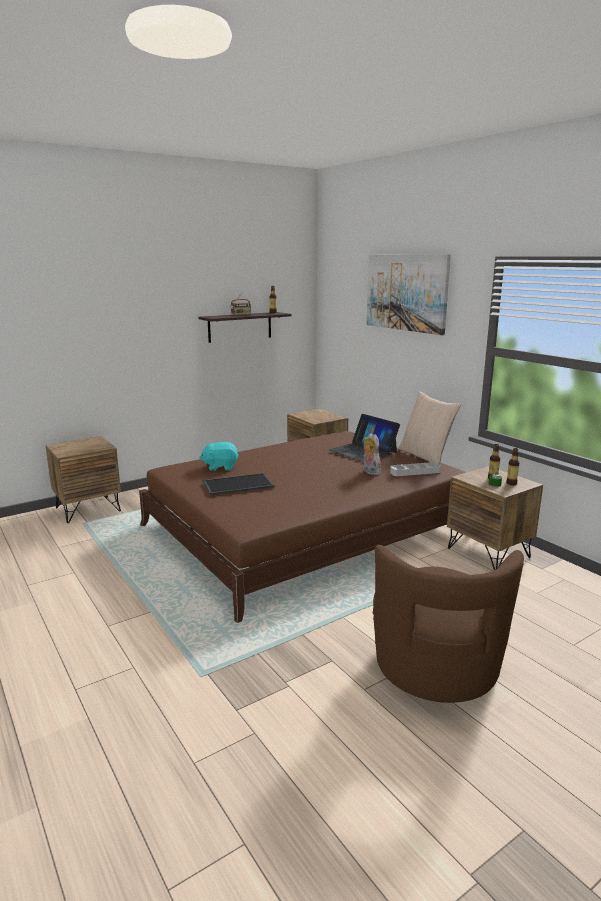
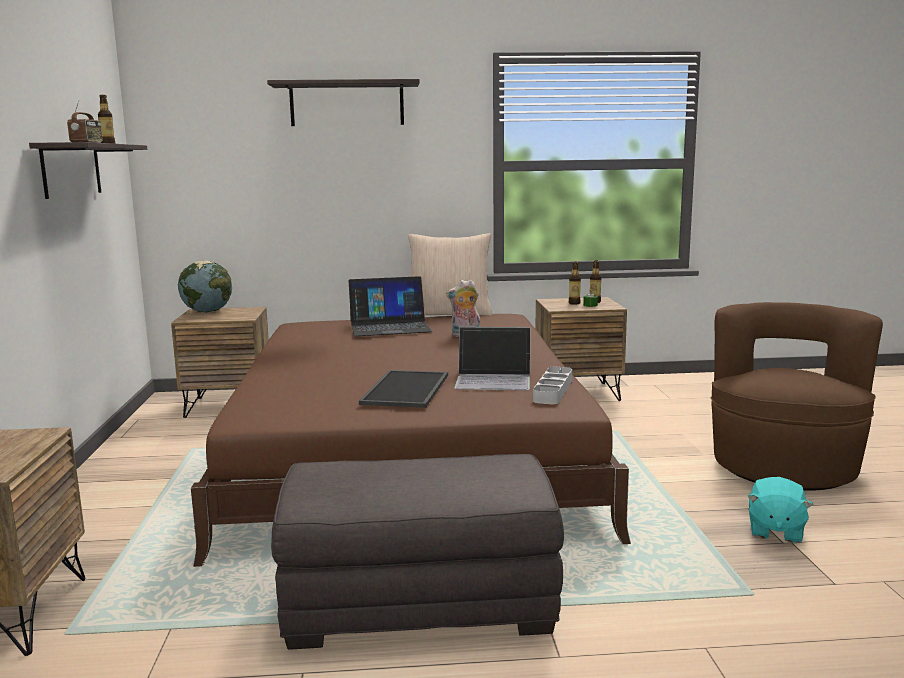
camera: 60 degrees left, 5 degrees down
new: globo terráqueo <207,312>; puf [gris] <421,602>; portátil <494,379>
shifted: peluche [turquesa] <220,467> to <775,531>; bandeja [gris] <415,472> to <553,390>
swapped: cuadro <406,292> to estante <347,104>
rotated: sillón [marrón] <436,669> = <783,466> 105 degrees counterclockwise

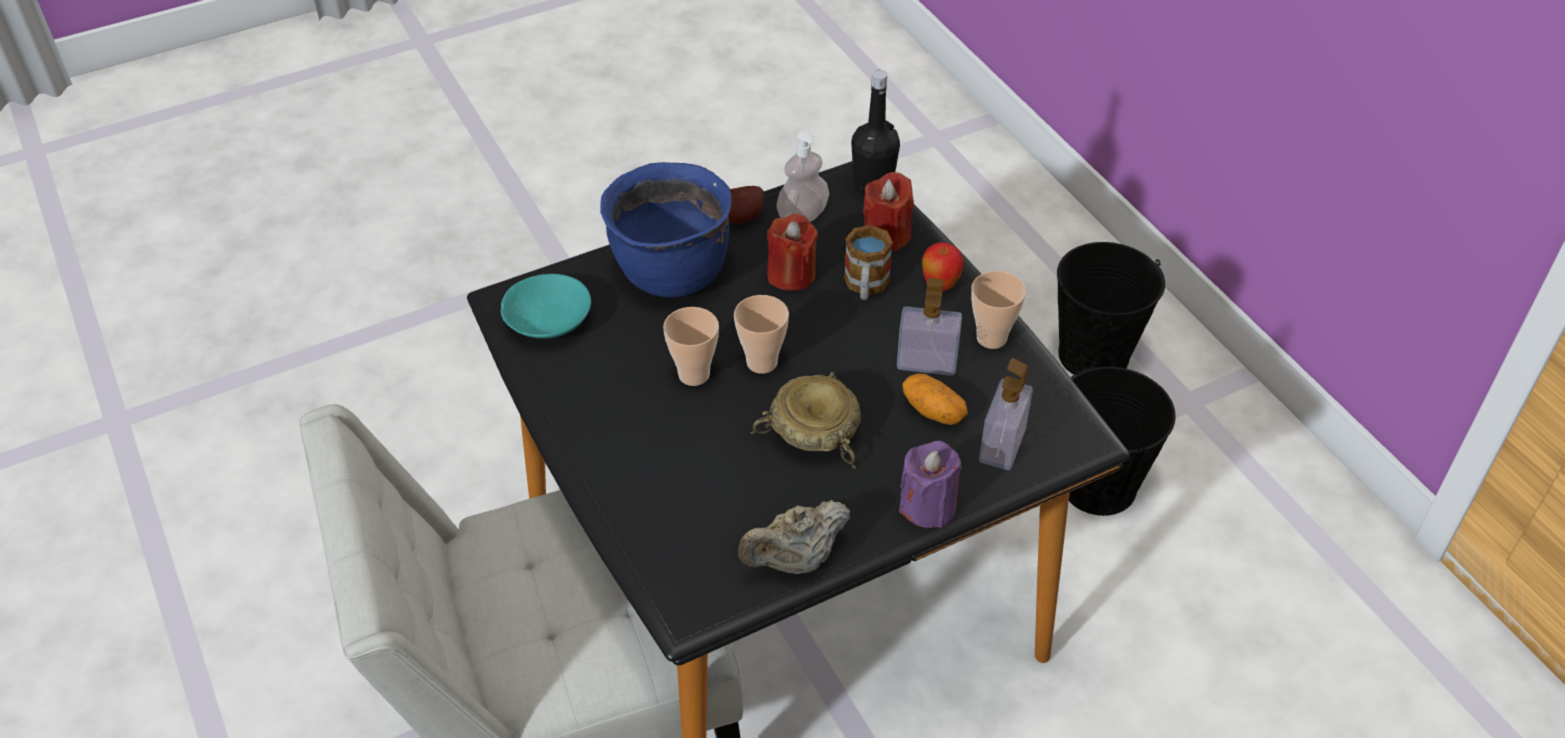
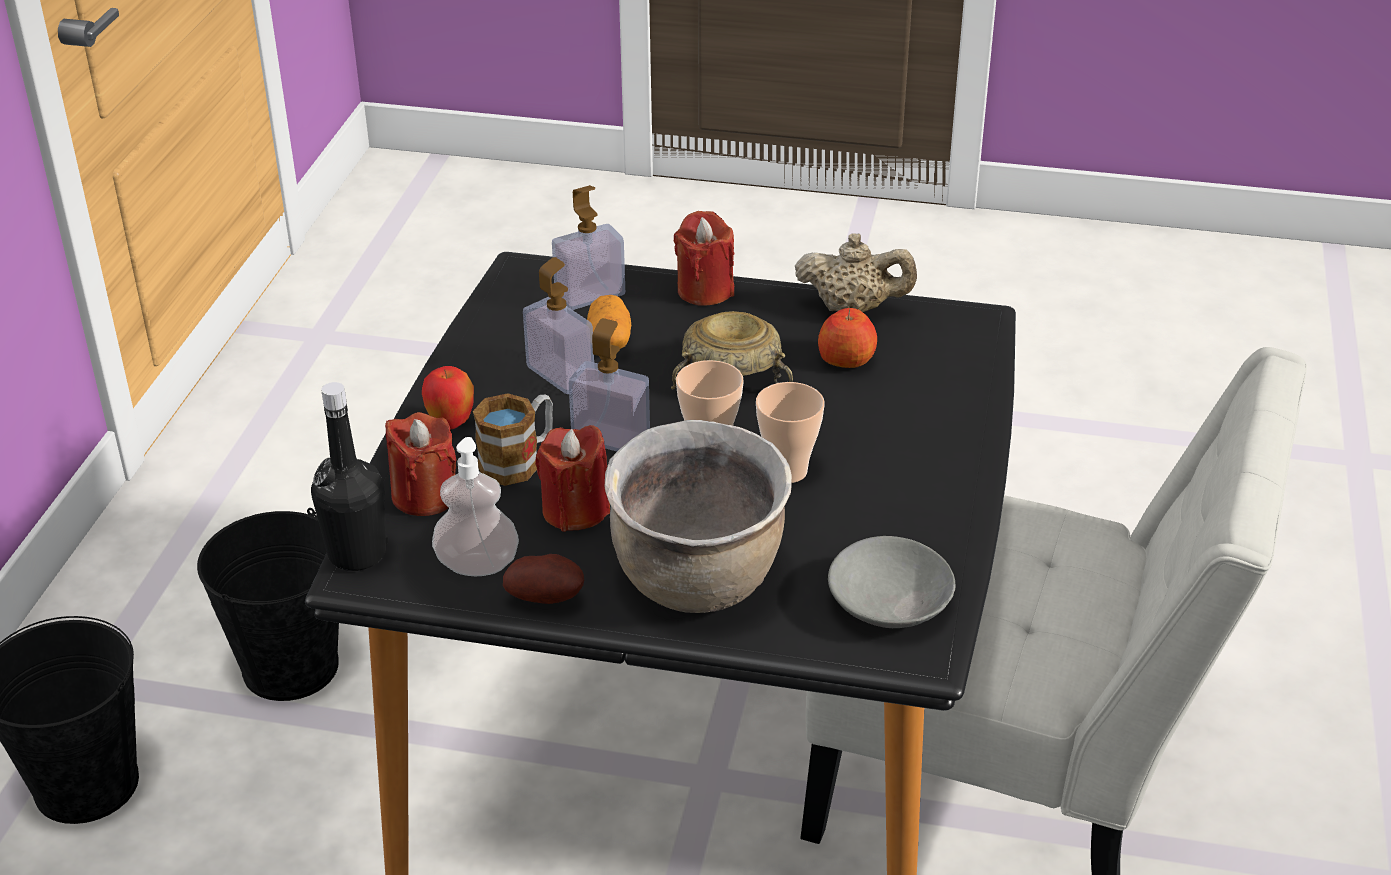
camera: 140 degrees left, 10 degrees down
gone: taza <991,338>
new: dispensador de jabón <611,438>; manzana <846,359>
repainted: cuenco [turquesa] <547,319> to cuenco [gris] <890,604>; olla [azul] <670,272> to olla [marrón] <699,582>; vela [morado] <928,506> to vela [rojo] <705,290>

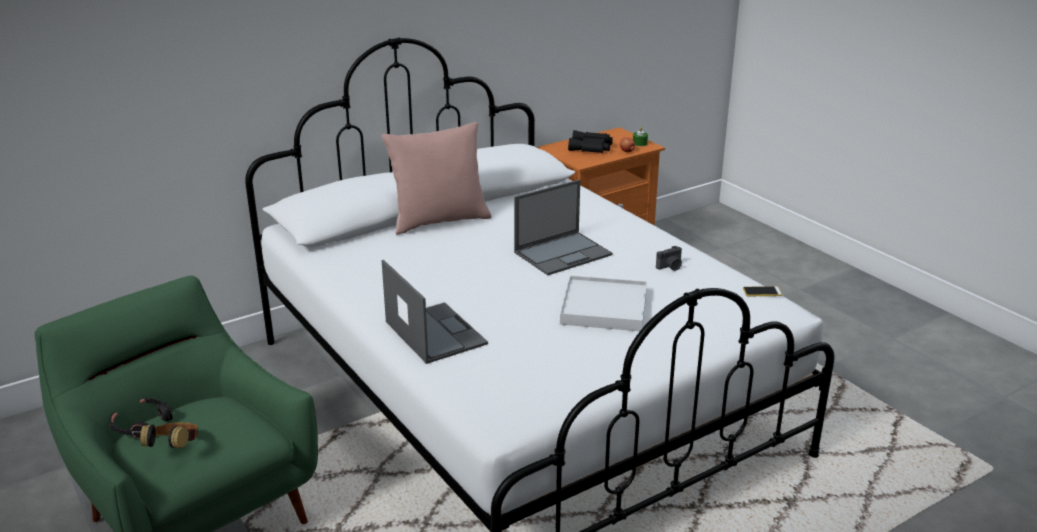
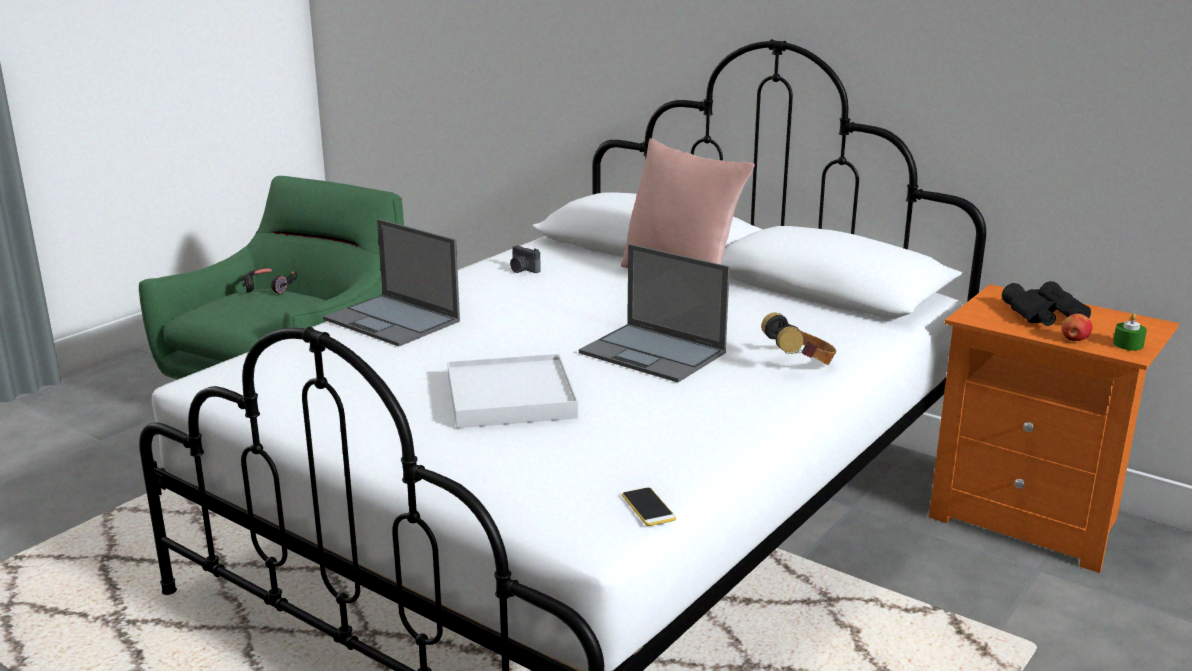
camera: 70 degrees right, 5 degrees down
shifted: auriculares <175,450> to <800,364>; cámara <670,267> to <523,270>
rotated: portátil <434,332> = <393,321> 90 degrees clockwise

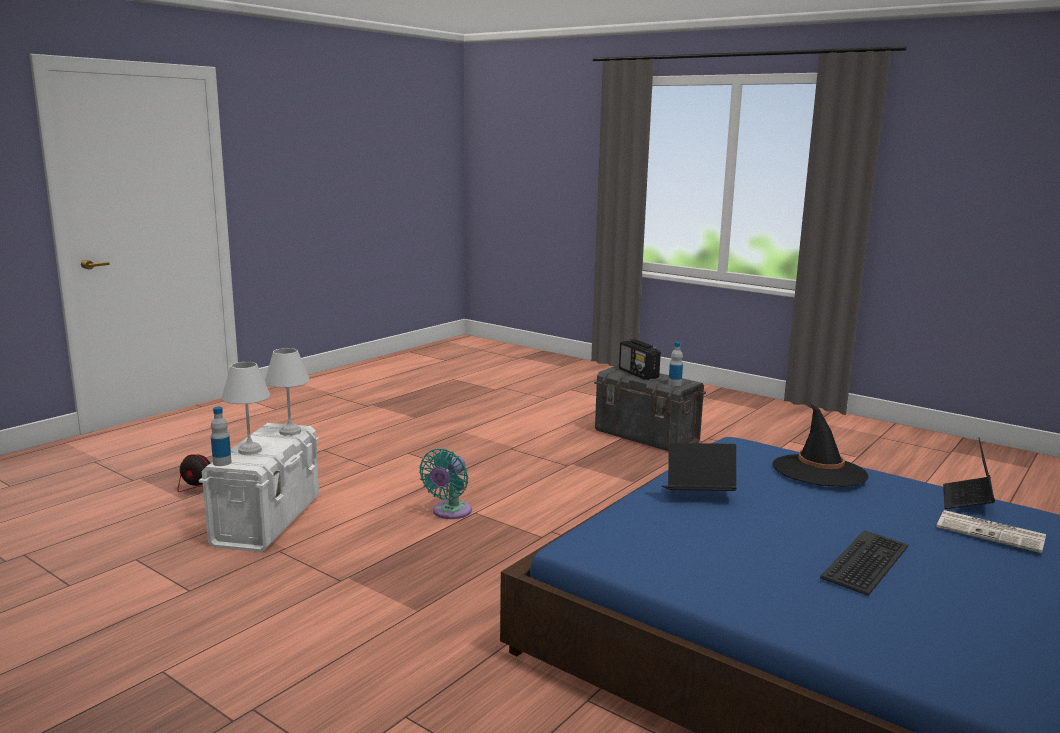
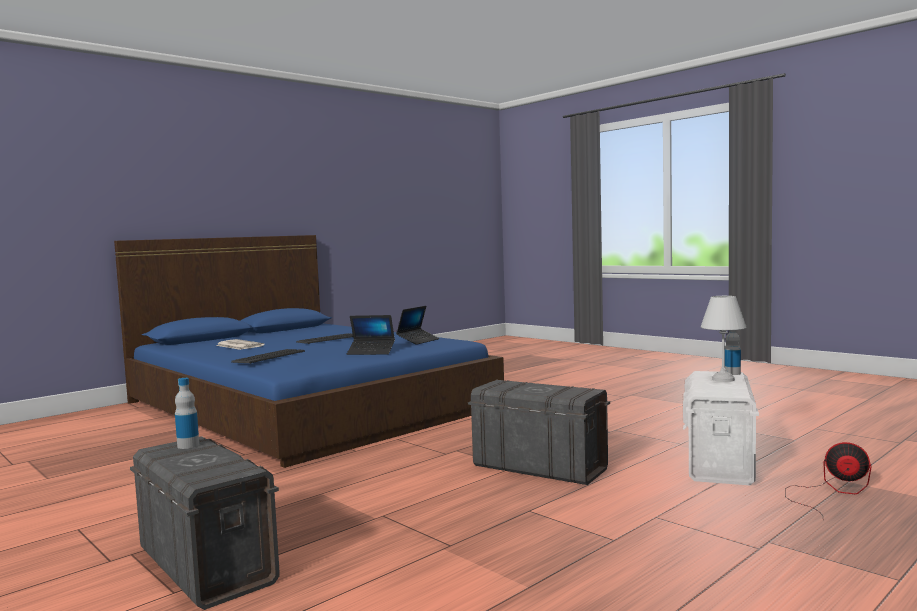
camera: 170 degrees left, 10 degrees down
gone: lámpara de mesa [blanco] <291,431>; radio <638,374>
shifted: portátil <966,500> to <418,341>
swapped: ventilador [turquesa] <449,512> to caja de almacenaje [gris] <539,467>; sombrero [negro] <819,471> to teclado <268,357>

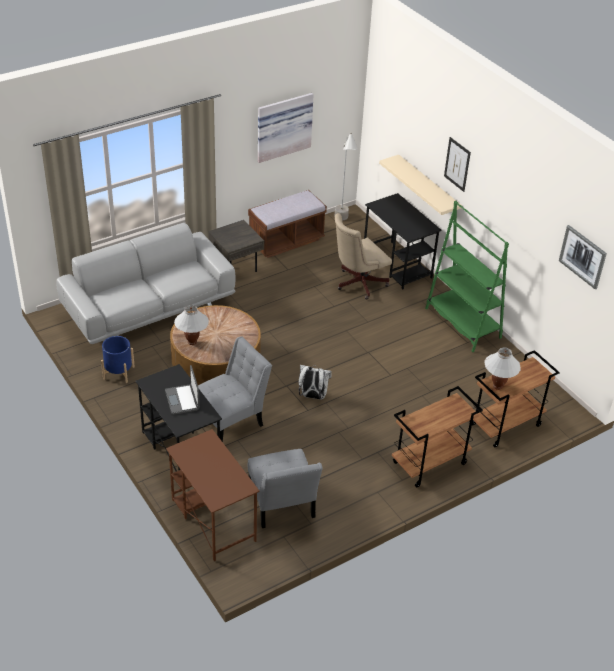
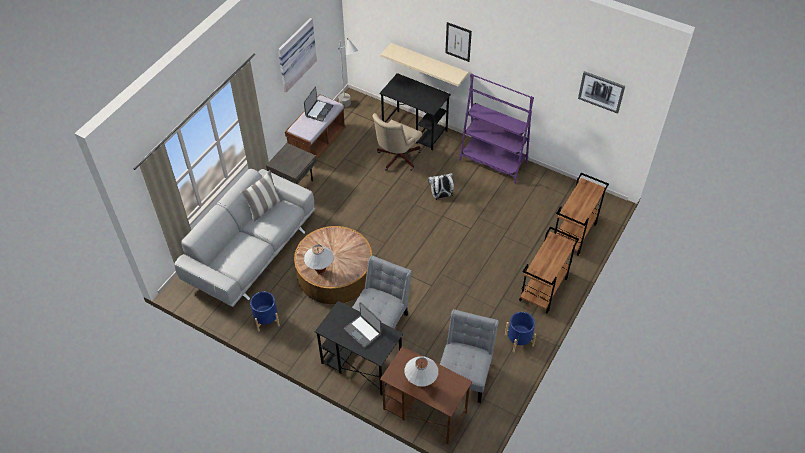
camera: 25 degrees left, 10 degrees up
new: cojín <264,208>; portátil <319,111>; maceta [azul] <519,340>
shifted: mochila [blanco] <312,396> to <441,196>; lámpara de mesa [blanco] <497,386> to <421,384>
repainted: estantería [verde] <462,323> to estantería [morado] <493,161>
rotated: silla [gris] <282,505> = <465,374> 120 degrees counterclockwise

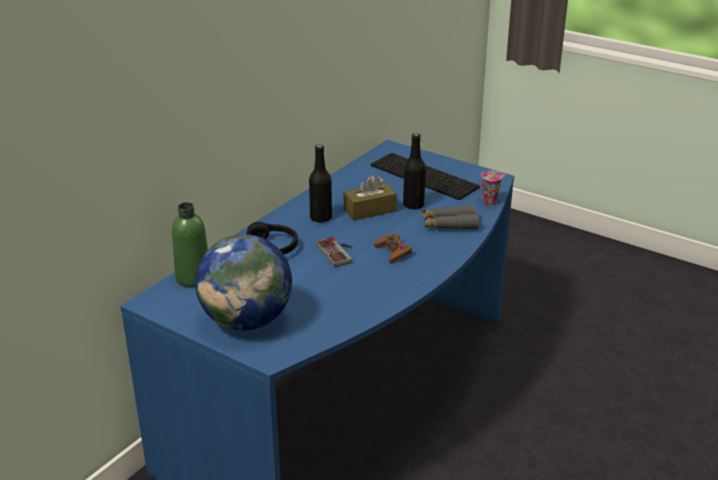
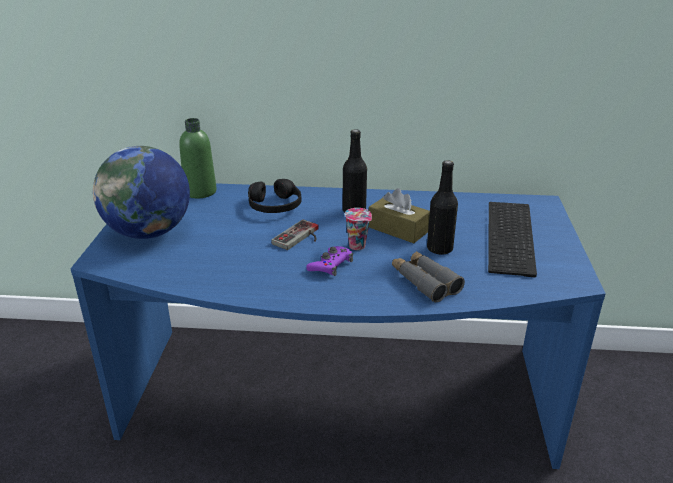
camera: 60 degrees right, 0 degrees up
shifted: taza <490,202> to <358,246>
repainted: mando de consola [marrón] <393,251> to mando de consola [morado] <330,265>

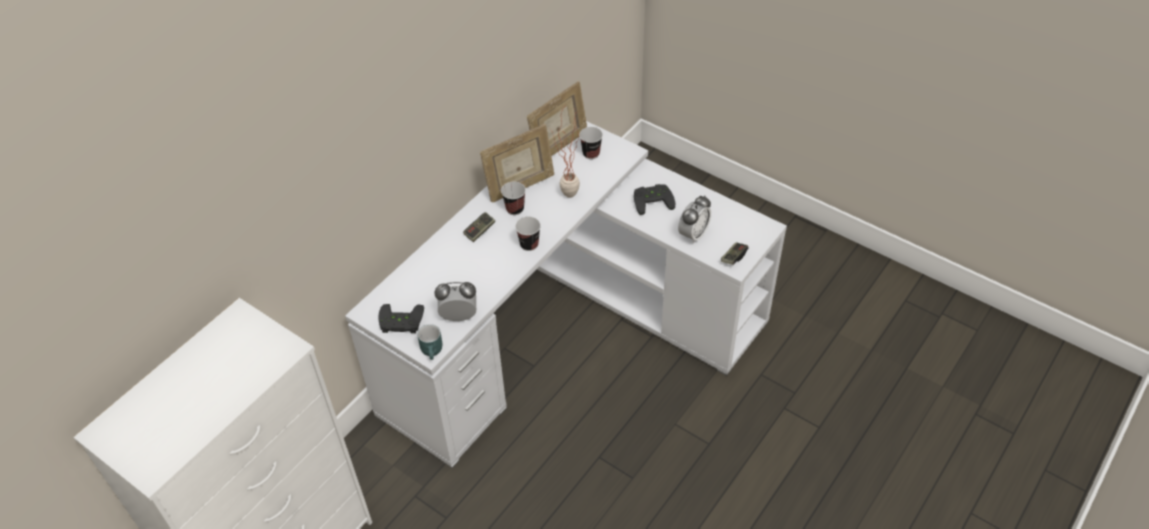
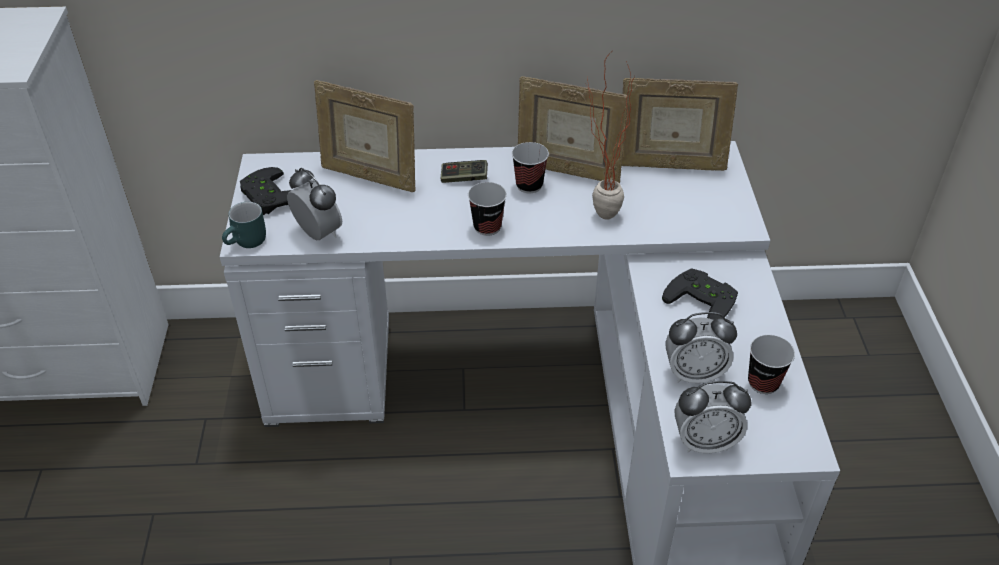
camera: 50 degrees right, 5 degrees down
new: portarretratos <369,177>
shifted: taza <591,153> to <763,382>
swapped: mando de consola <734,257> to despertador <705,442>

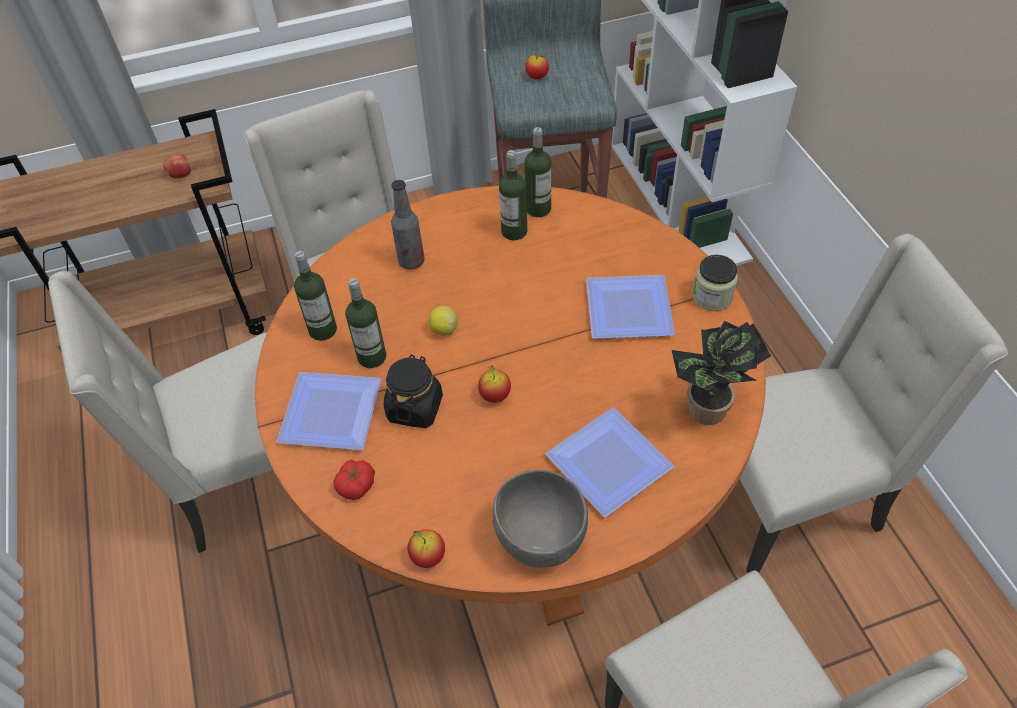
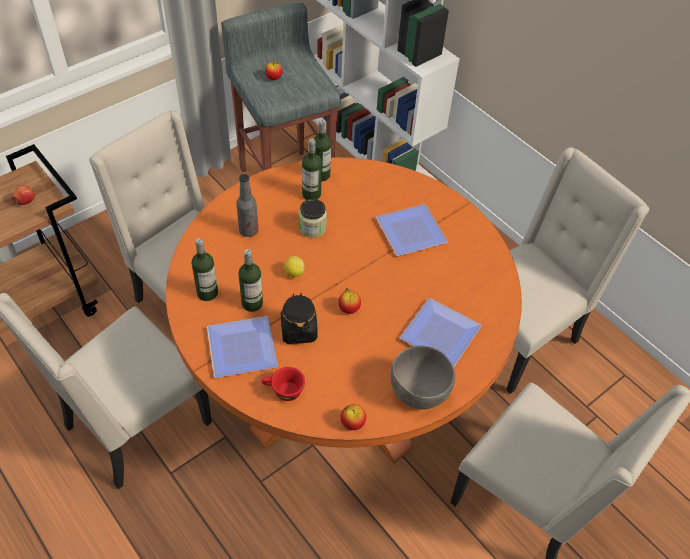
camera: 25 degrees left, 0 degrees up
gone: planta en maceta <706,414>
shifted: tarro <712,297> to <312,228>
swapped: tomate <356,485> to taza [rojo] <283,391>

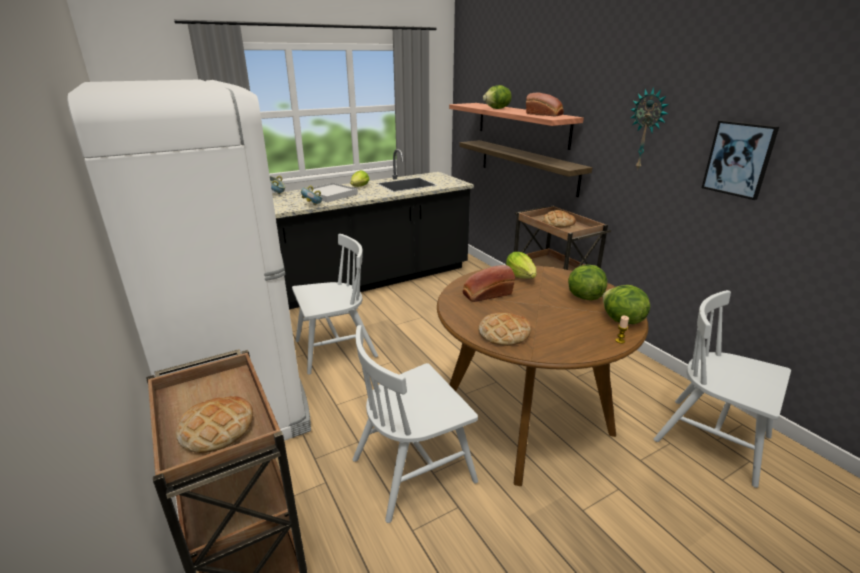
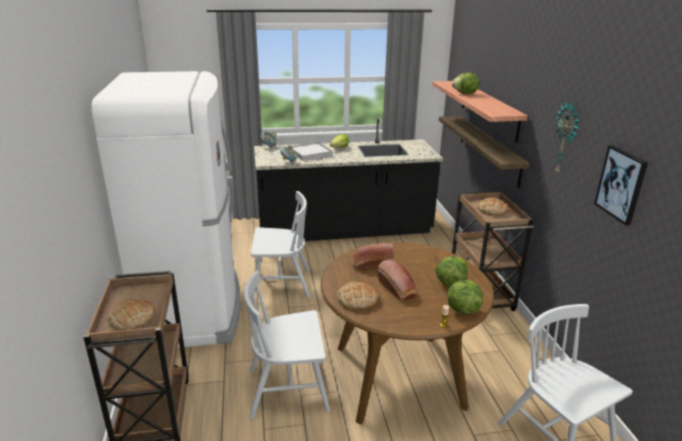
camera: 20 degrees right, 0 degrees up
gone: lechuga <521,277>
shifted: pan <545,114> to <398,289>

